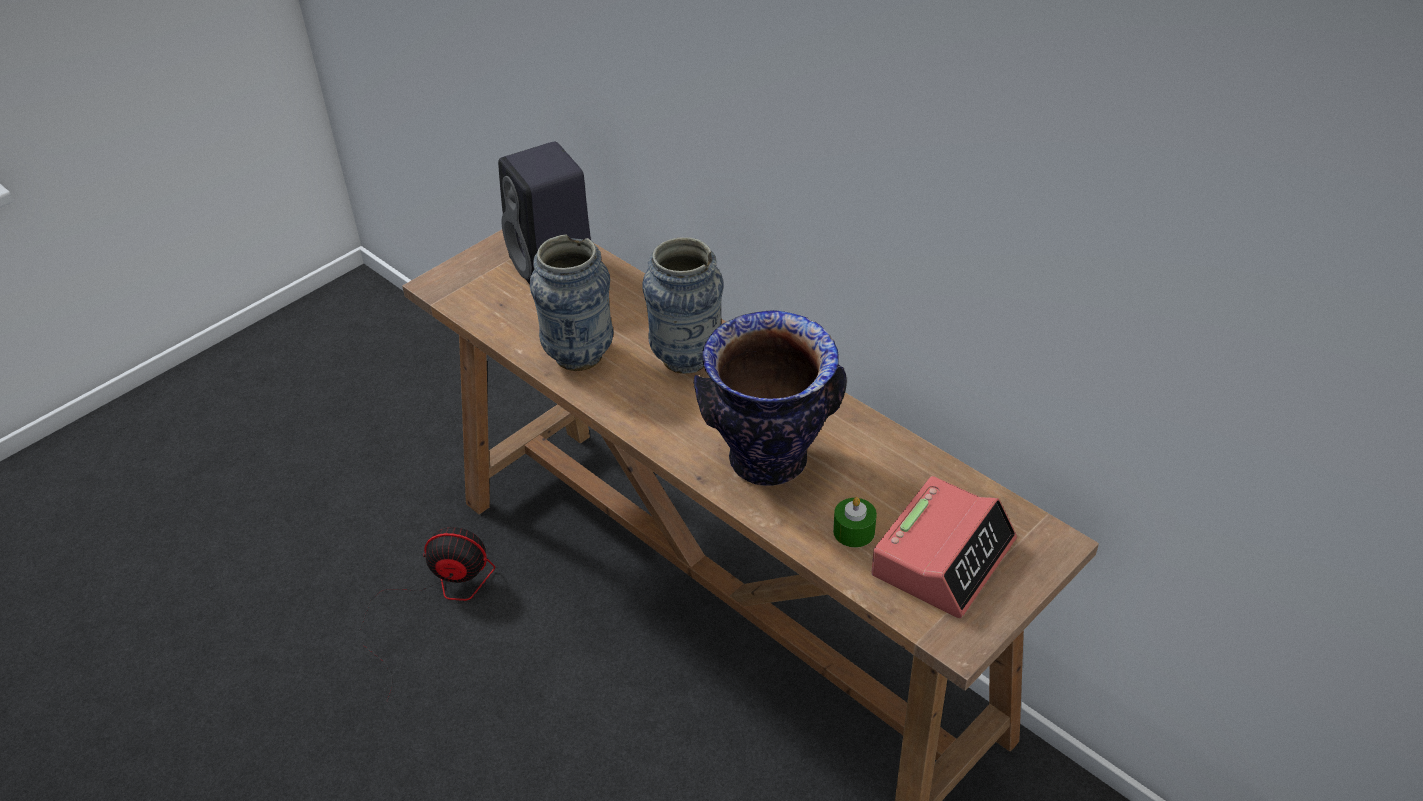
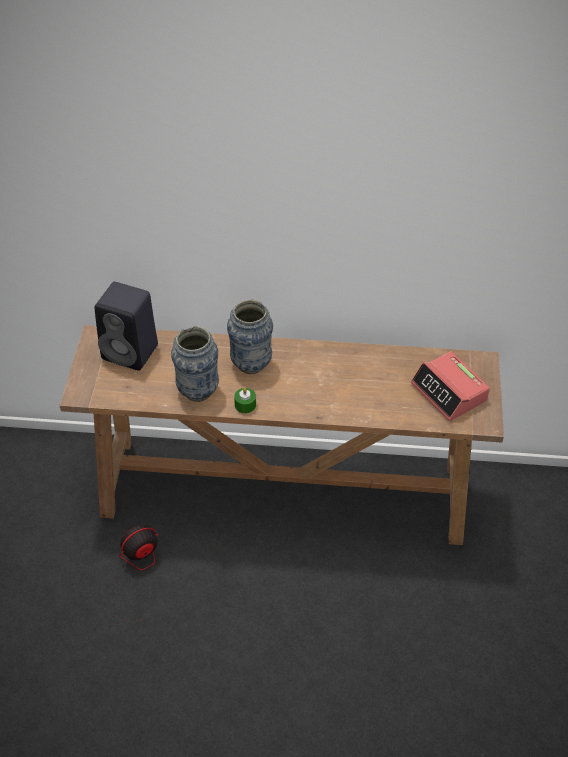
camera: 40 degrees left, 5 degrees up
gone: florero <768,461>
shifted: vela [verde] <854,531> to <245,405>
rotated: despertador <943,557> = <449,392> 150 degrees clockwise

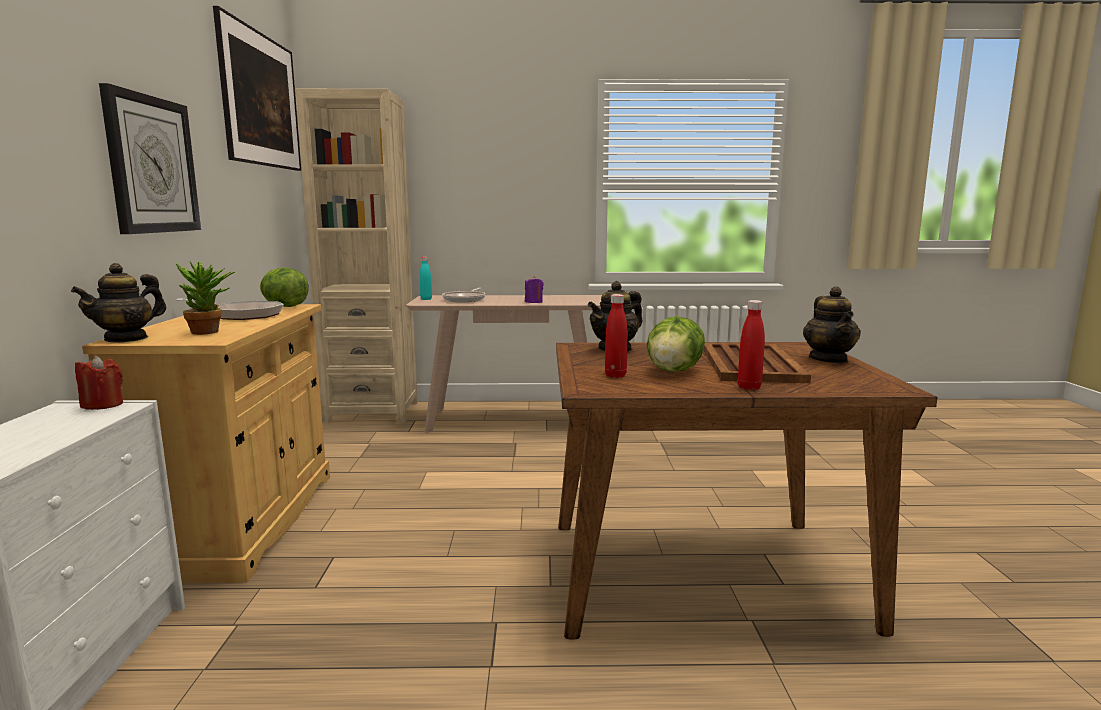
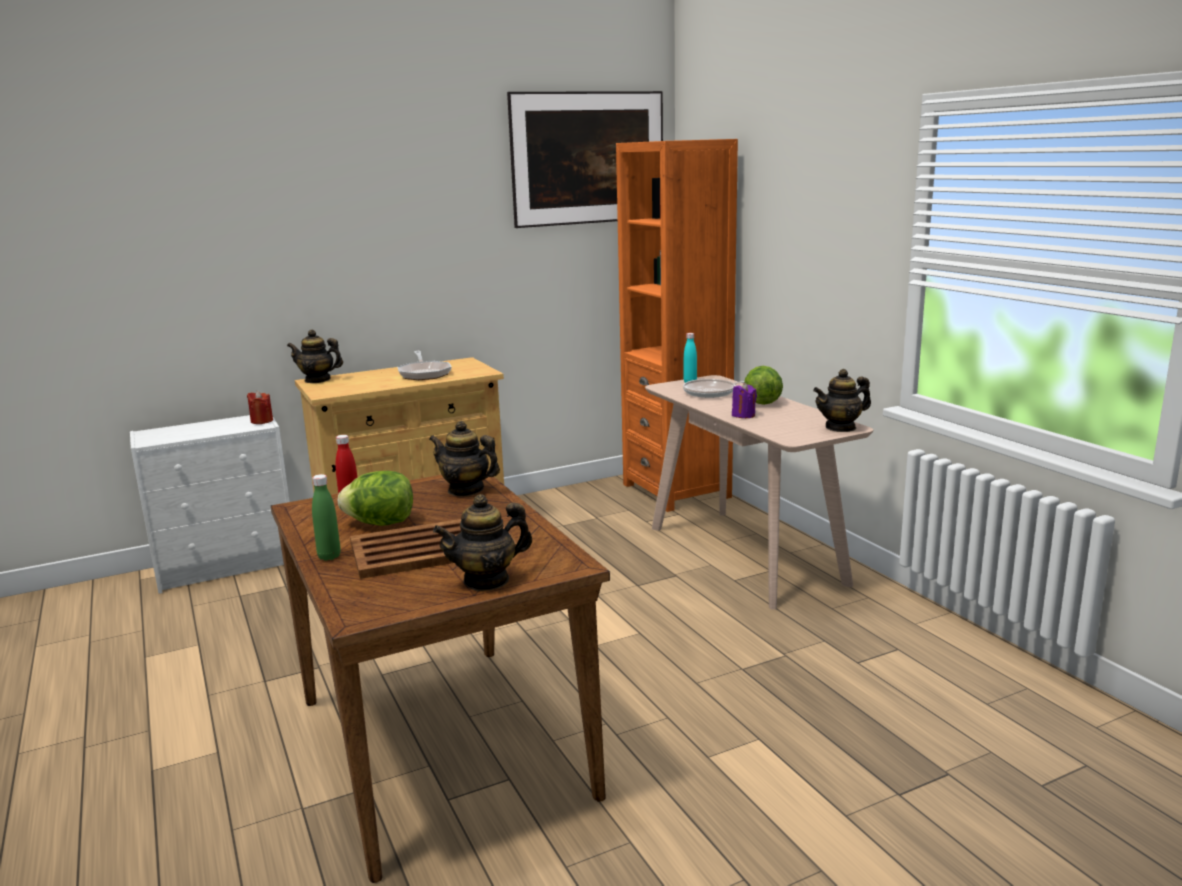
camera: 65 degrees right, 5 degrees up
gone: reloj de pared <152,165>; planta en maceta <210,332>
new: tetera <841,427>
shifted: lechuga <284,306> to <762,402>
repainted: estantería [beis] <372,412> to estantería [naranja] <676,490>; botella [rojo] <749,387> to botella [verde] <329,556>

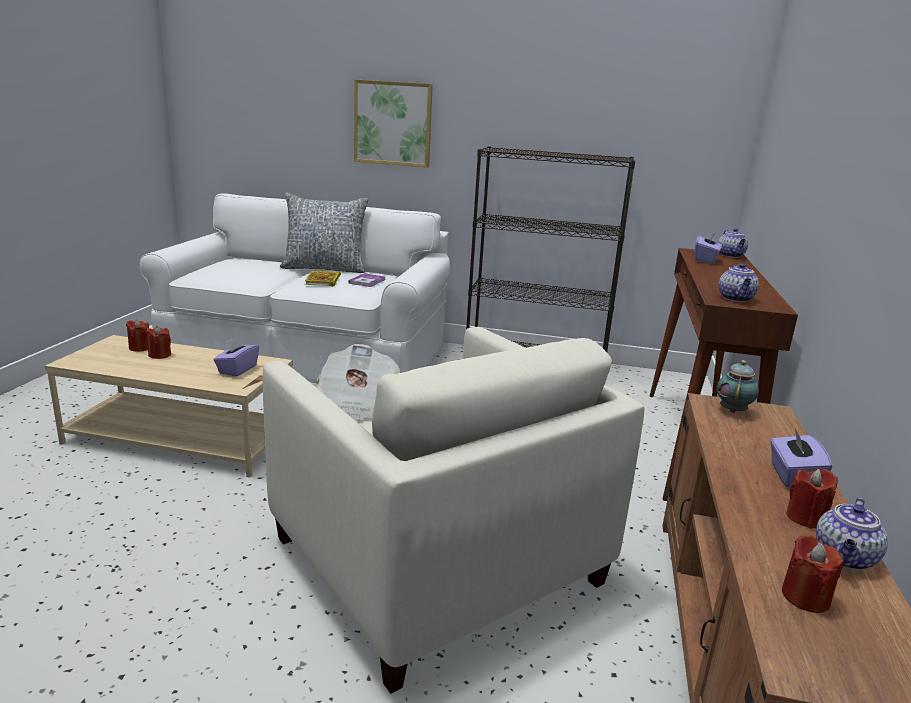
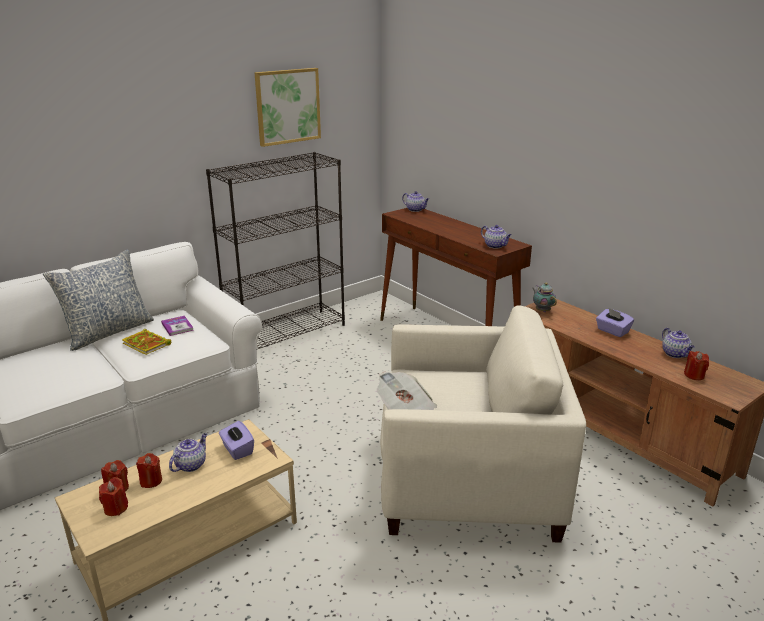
camera: 50 degrees left, 5 degrees up
gone: caja de pañuelos [morado] <705,260>
new: tetera <191,464>
shifted: cuadro <393,123> to <287,106>; vela [rojo] <806,518> to <116,508>

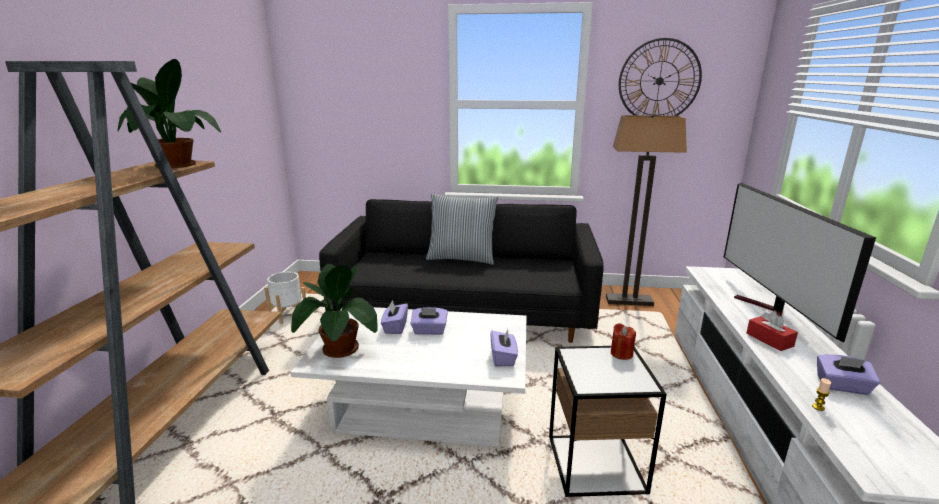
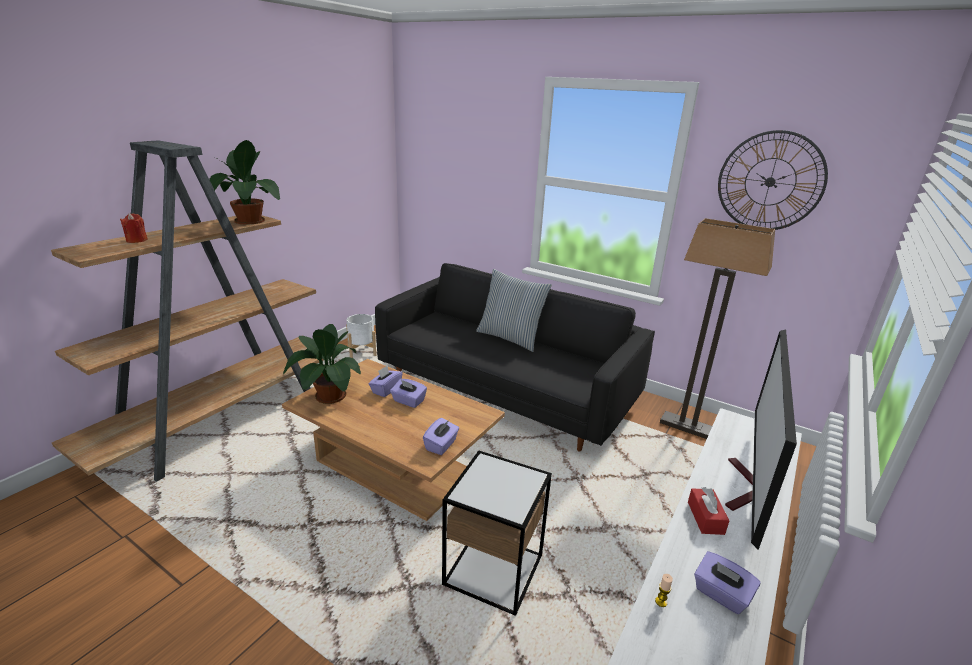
camera: 25 degrees right, 5 degrees up
shifted: vela [rojo] <621,353> to <137,240>
repainted: mesa de centro [blanco] <423,410> to mesa de centro [marrón] <396,467>

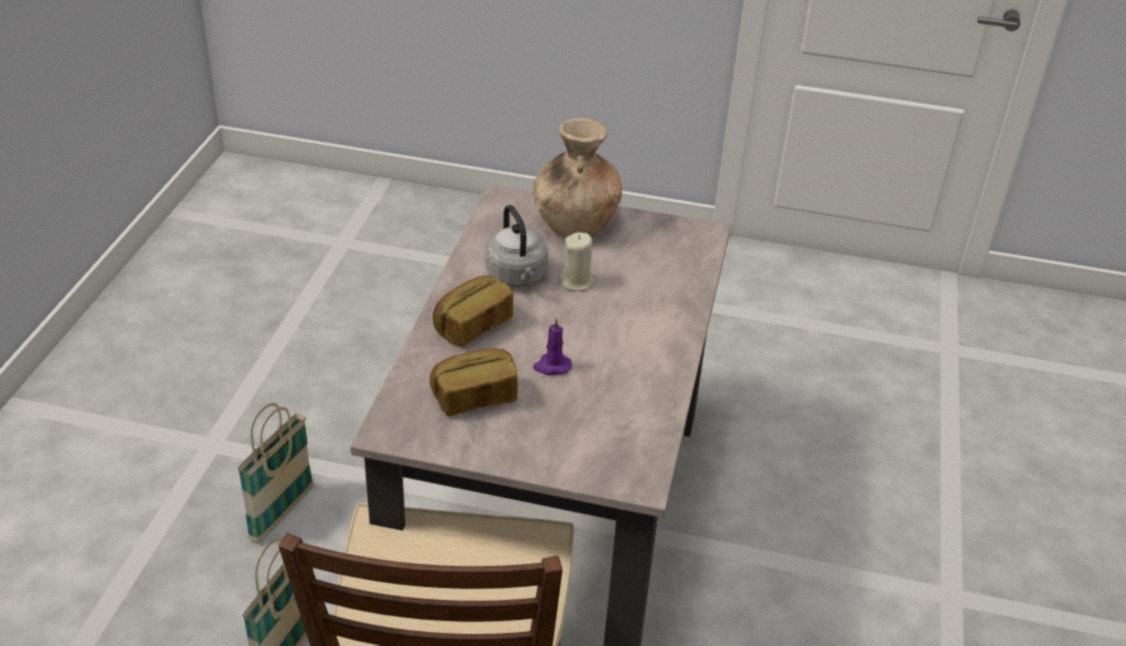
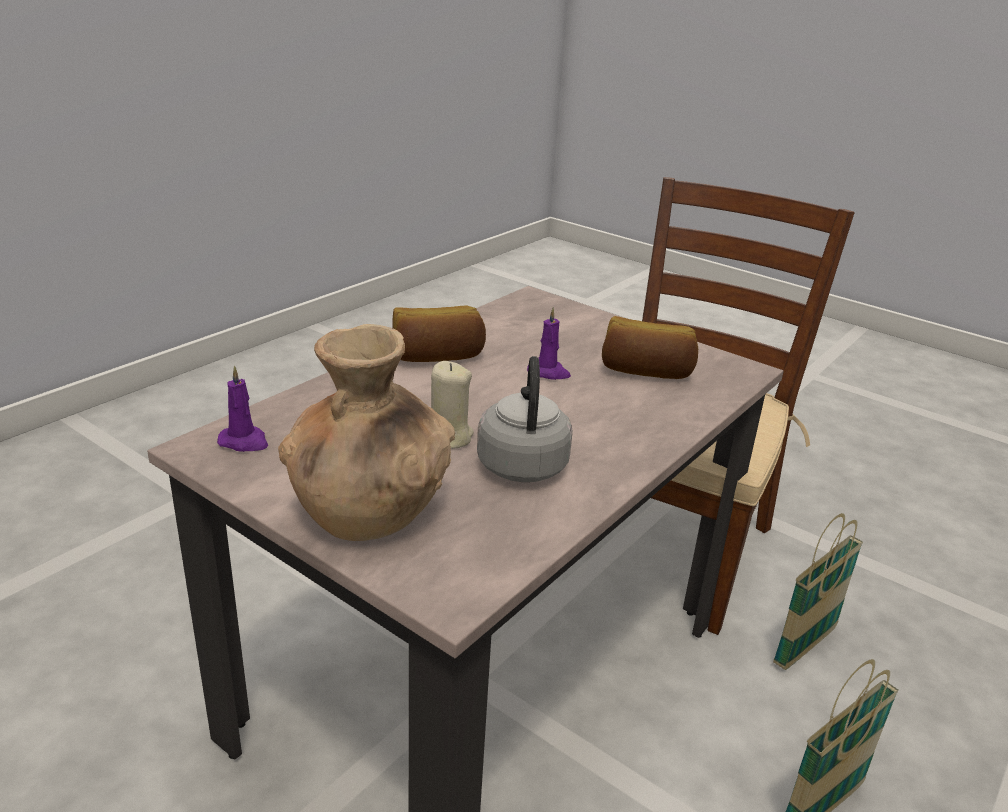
camera: 155 degrees left, 10 degrees down
new: vela [morado] <244,442>
shifted: pan <472,325> to <437,356>

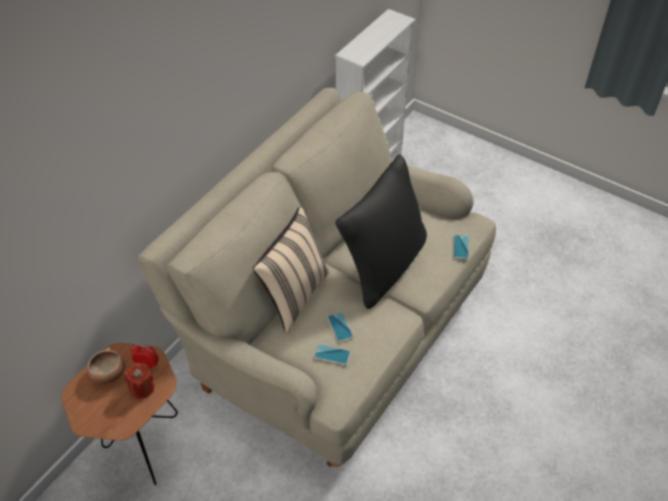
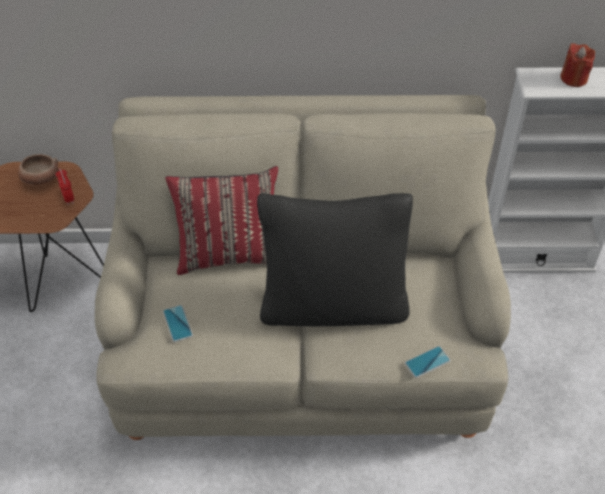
camera: 55 degrees right, 0 degrees up
gone: móvil <340,327>
shifted: vela [rojo] <142,388> to <573,78>
repainted: cojín [beis] <293,296> to cojín [rojo] <229,254>

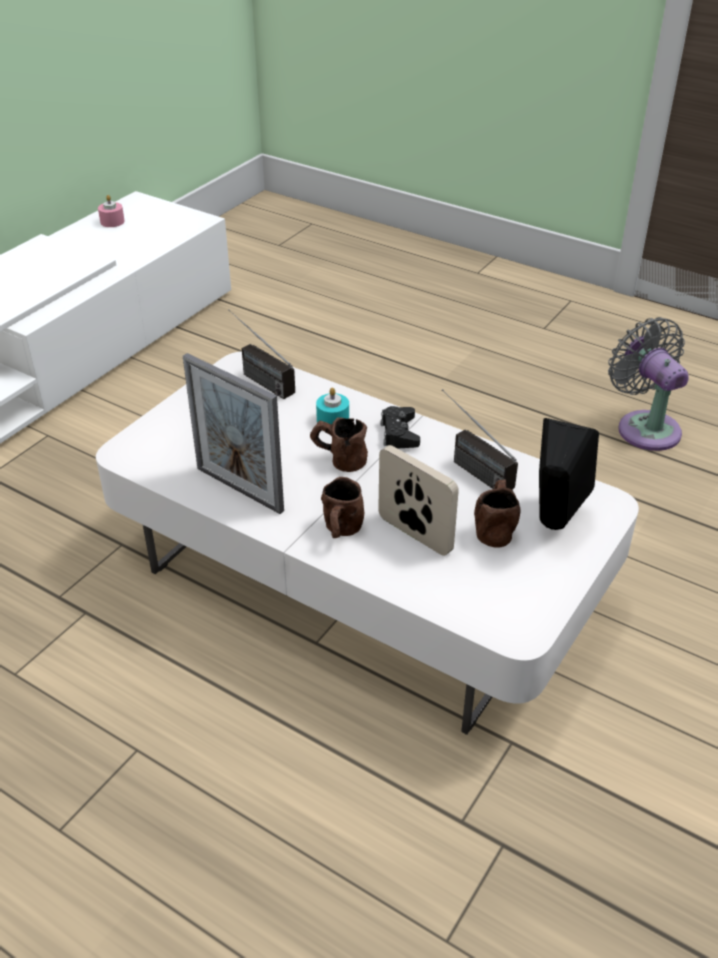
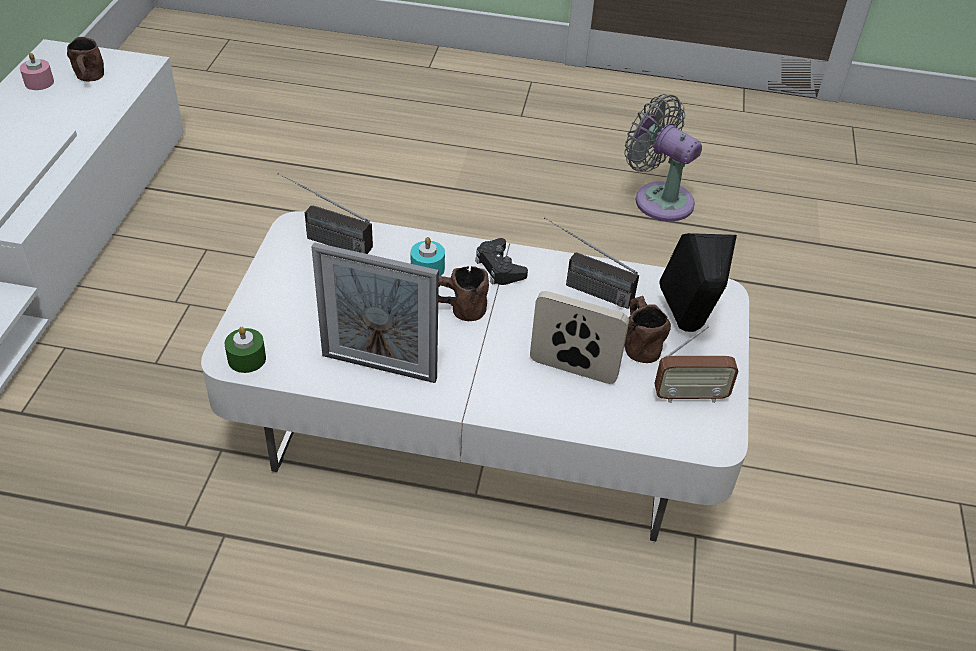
camera: 25 degrees left, 5 degrees up
new: vela [verde] <247,359>; radio <690,396>
shifted: taza grande [marrón] <341,532> to <89,79>

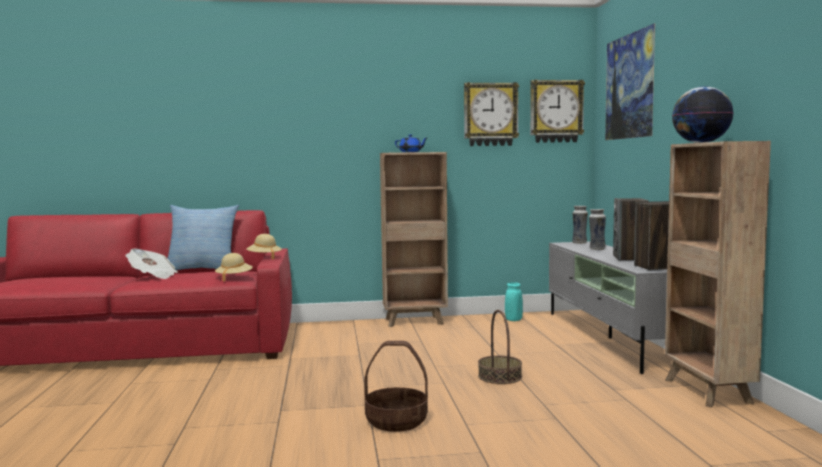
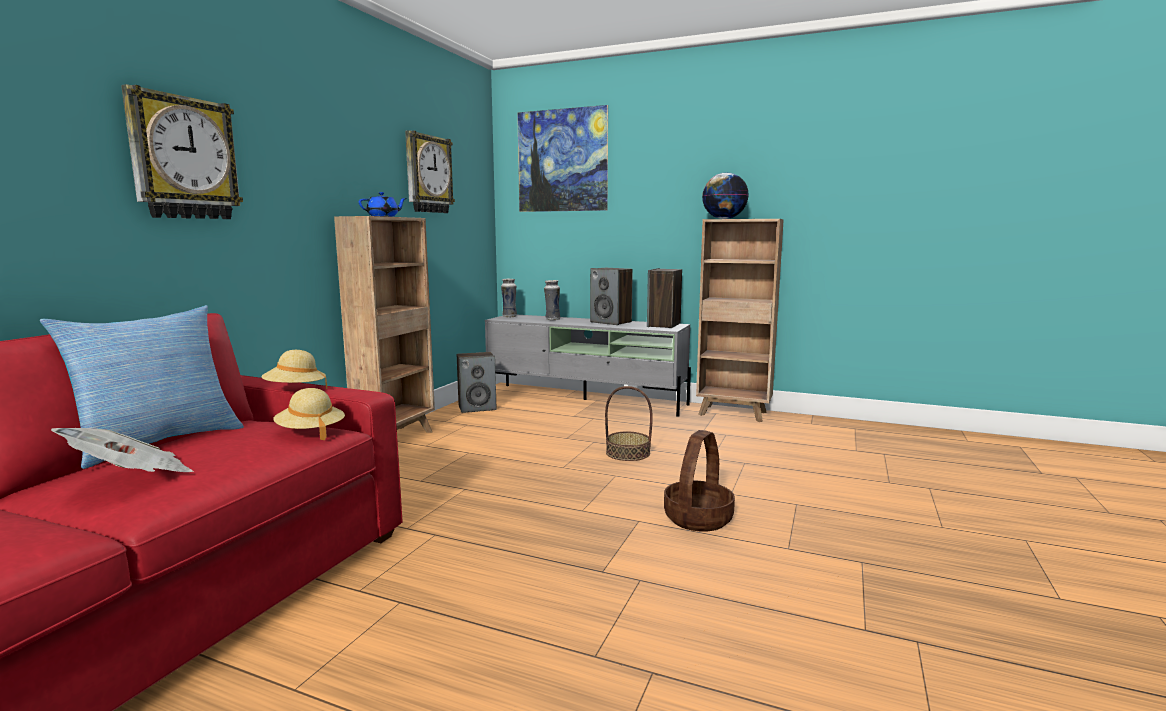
camera: 60 degrees left, 5 degrees up
shifted: reloj de pared <556,111> to <183,158>
swapped: florero [turquesa] <513,320> to altavoz <477,408>

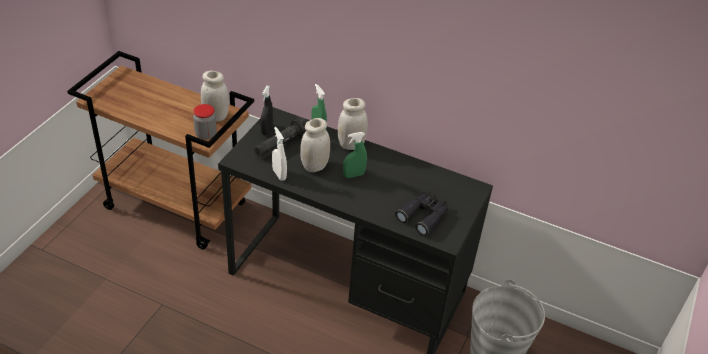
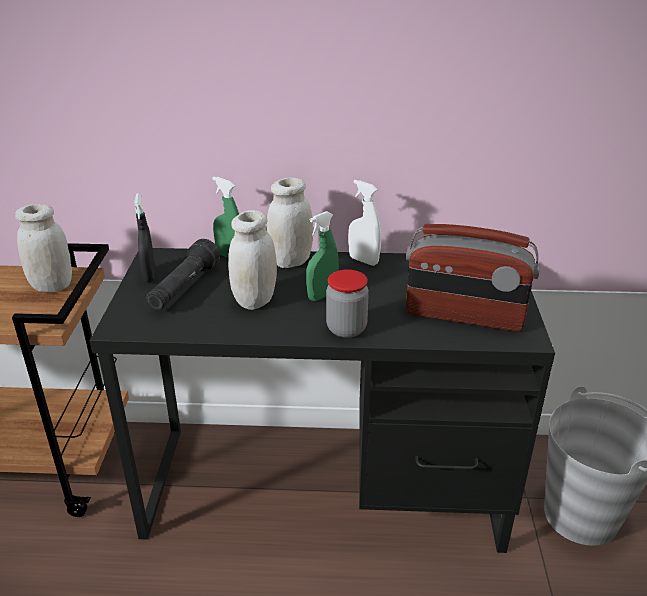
camera: 20 degrees left, 10 degrees down
shifted: tarro <206,134> to <346,329>; pulverizador [blanco] <279,174> to <363,260>
swapped: prismáticos [negro] <424,216> to radio <464,316>

